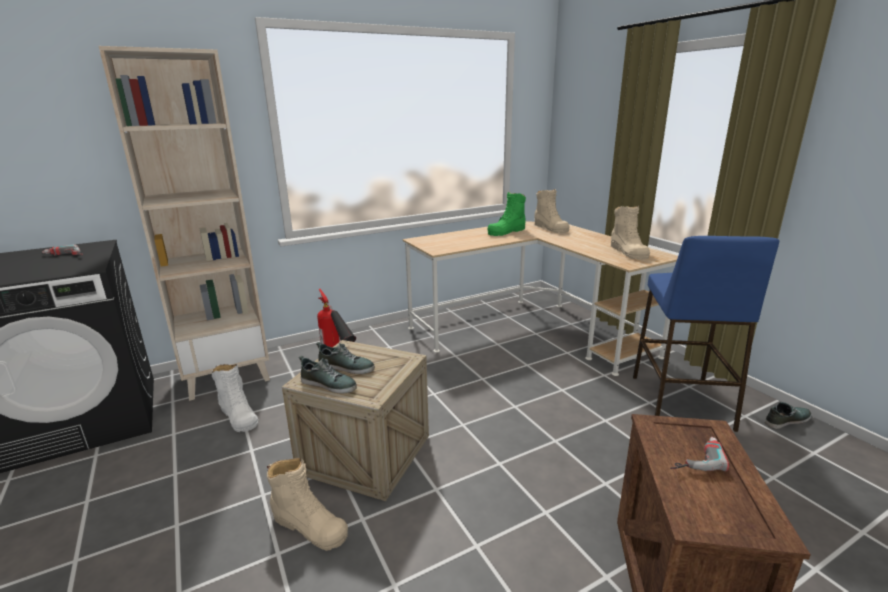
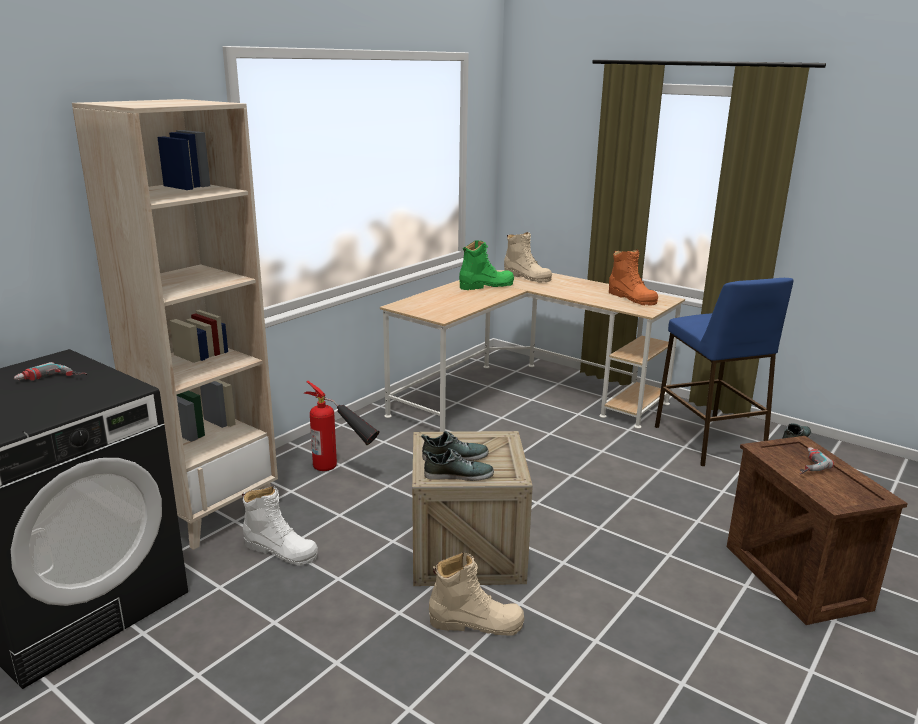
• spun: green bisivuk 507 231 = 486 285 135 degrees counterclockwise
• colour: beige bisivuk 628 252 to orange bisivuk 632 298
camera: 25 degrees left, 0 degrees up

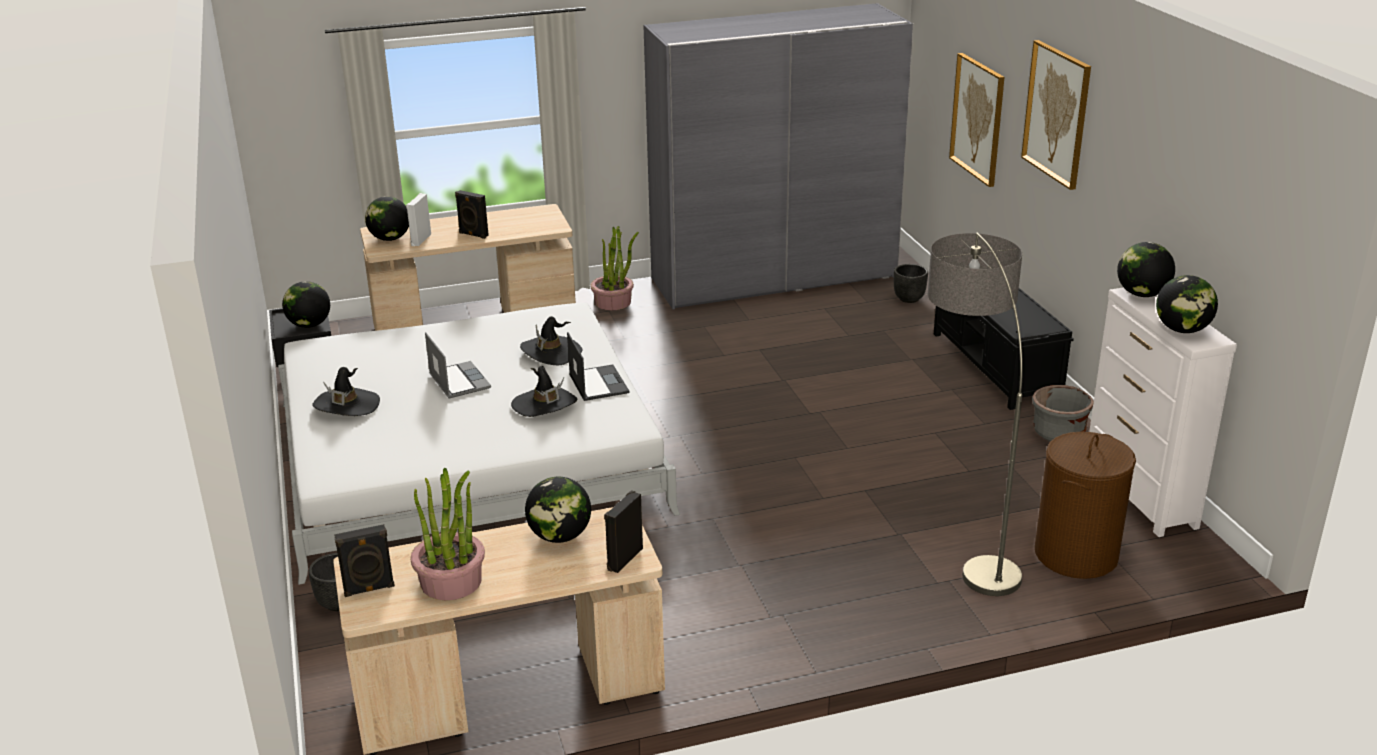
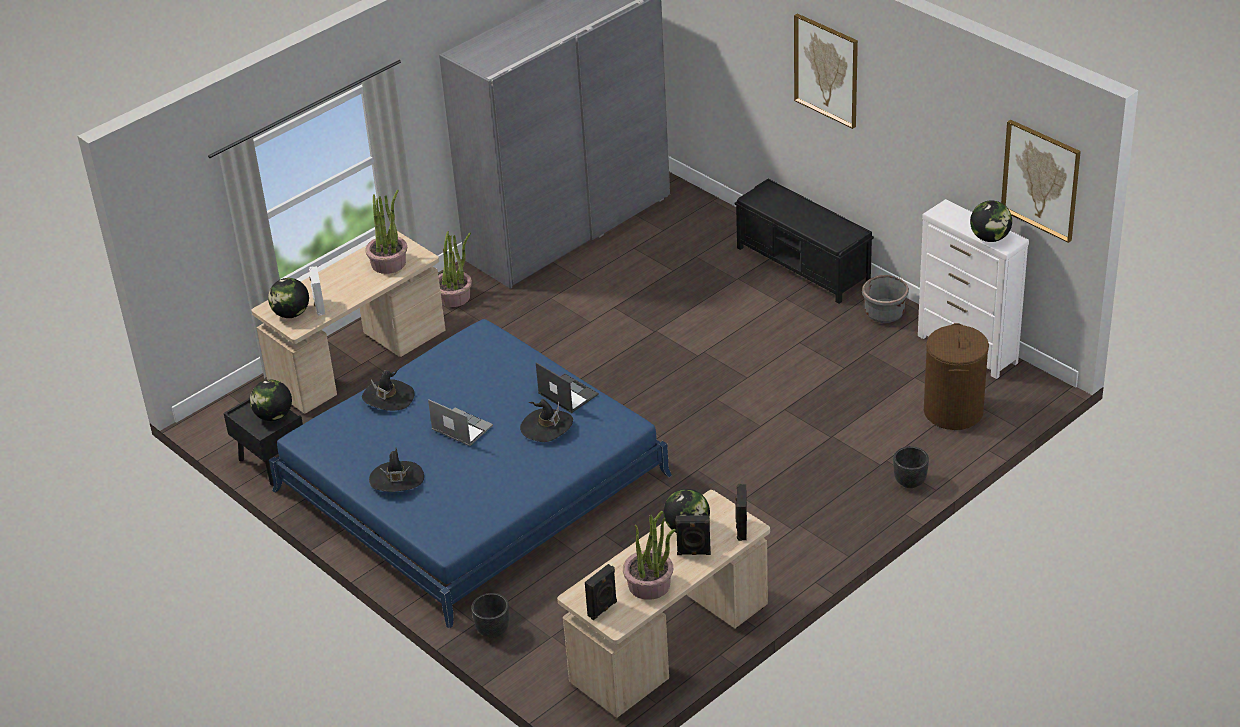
• colour: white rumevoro 468 456 to blue rumevoro 472 483
• relocated: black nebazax 551 352 to 388 397
• appeared: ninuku 388 263
• relocated: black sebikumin 473 235 to 694 553
• relocated: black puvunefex 908 299 to 909 482
• relocated: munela 978 119 to 1041 180
• missing: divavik 964 538
• missing: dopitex 1142 294
camera: 25 degrees left, 10 degrees up

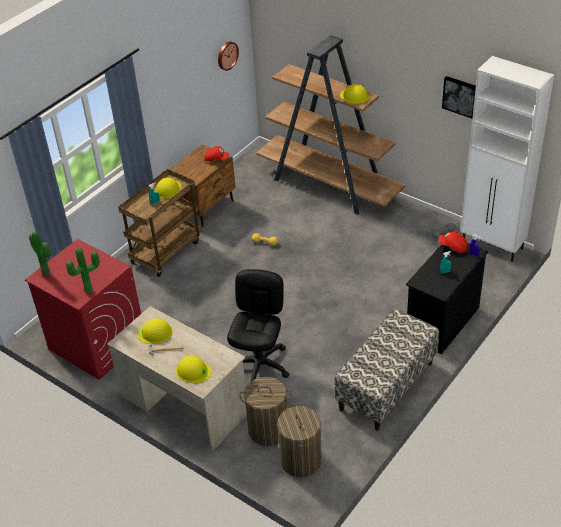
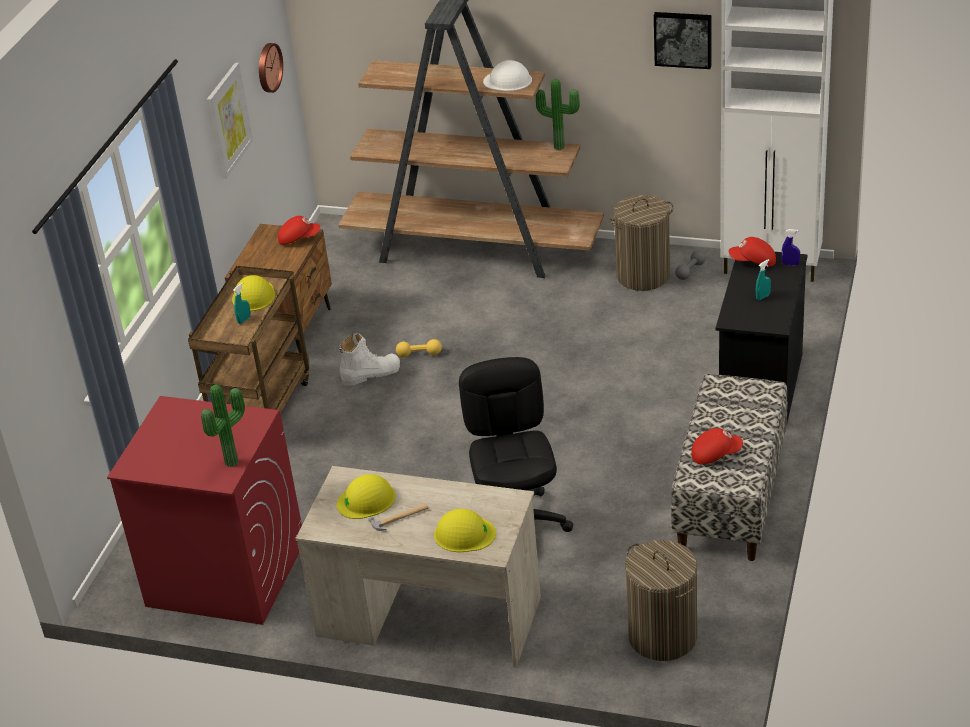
• appeared: munela 228 120
• appeared: white bisivuk 371 374
• colour: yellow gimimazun 354 96 to white gimimazun 508 81
• relocated: ninuku 47 273 to 560 146
• relocated: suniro 268 430 to 643 275
• appeared: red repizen 715 454
camera: 20 degrees left, 5 degrees down

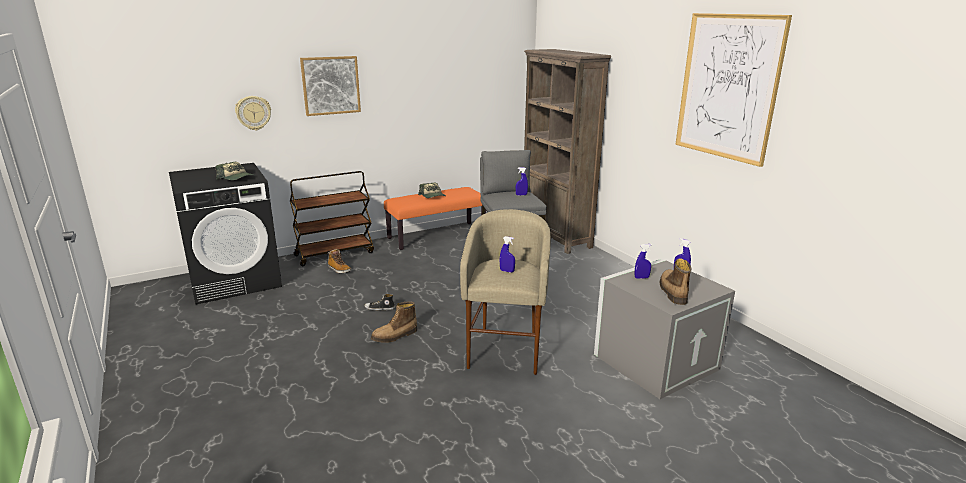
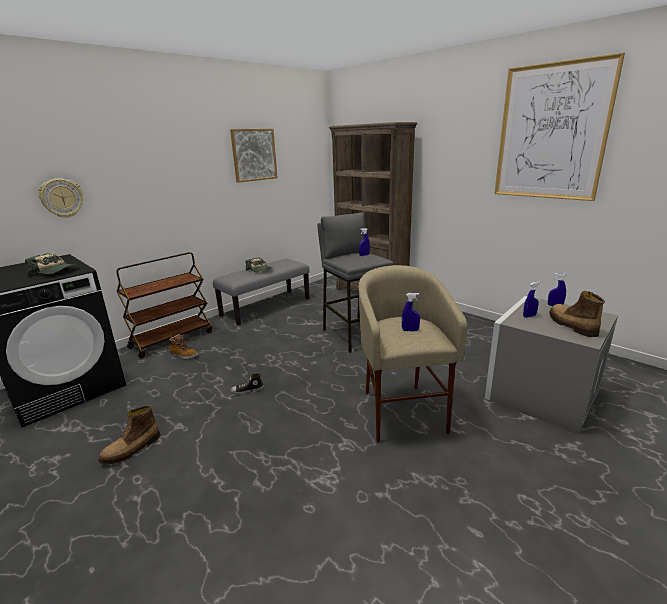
• relocated: bisivuk 395 336 to 132 450
• colour: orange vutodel 437 235 to grey vutodel 266 307
• relocated: munela 330 85 to 254 155
camera: 15 degrees left, 0 degrees up

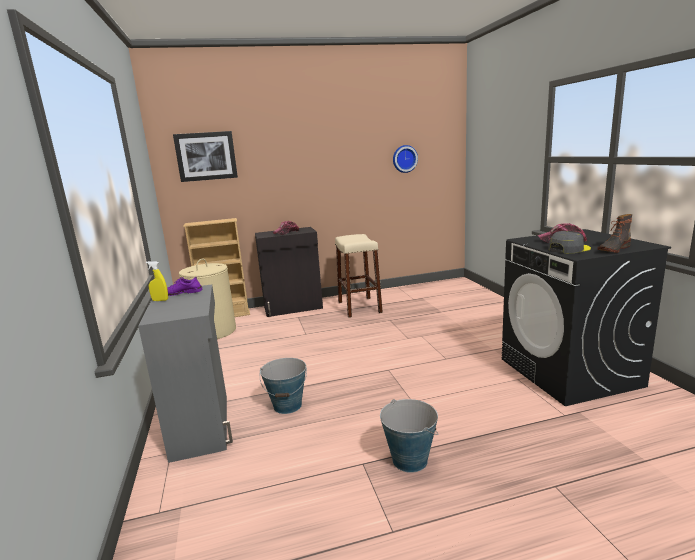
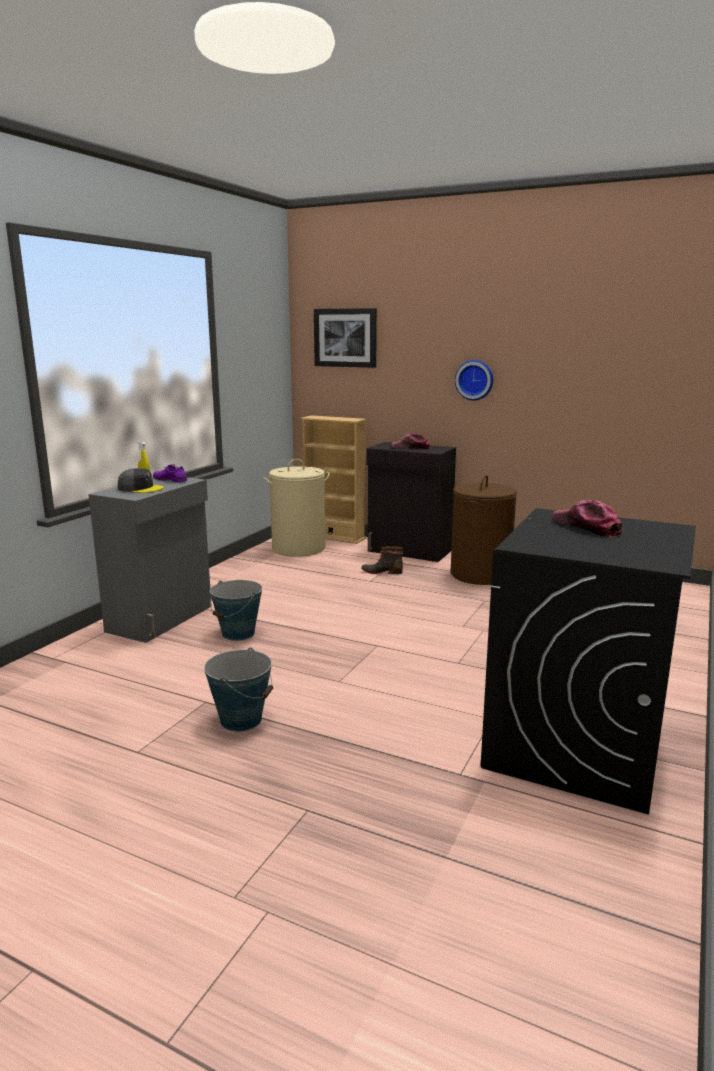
• relocated: grey repizen 568 249 to 140 488
• relocated: bisivuk 613 249 to 382 571
• exchanged: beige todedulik 359 307 to brown suniro 480 574
• relocated: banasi 404 159 to 475 380
camera: 40 degrees right, 0 degrees up

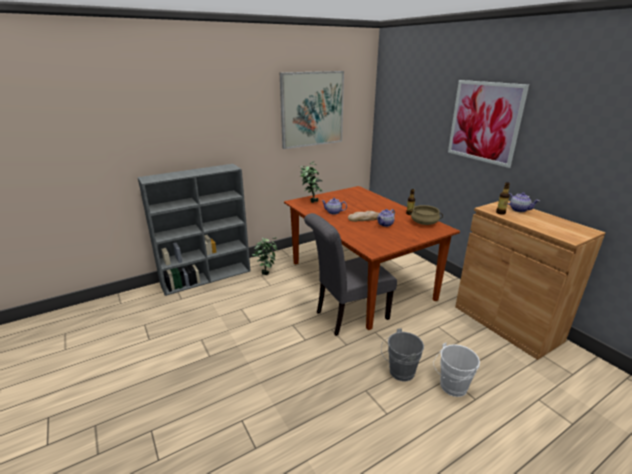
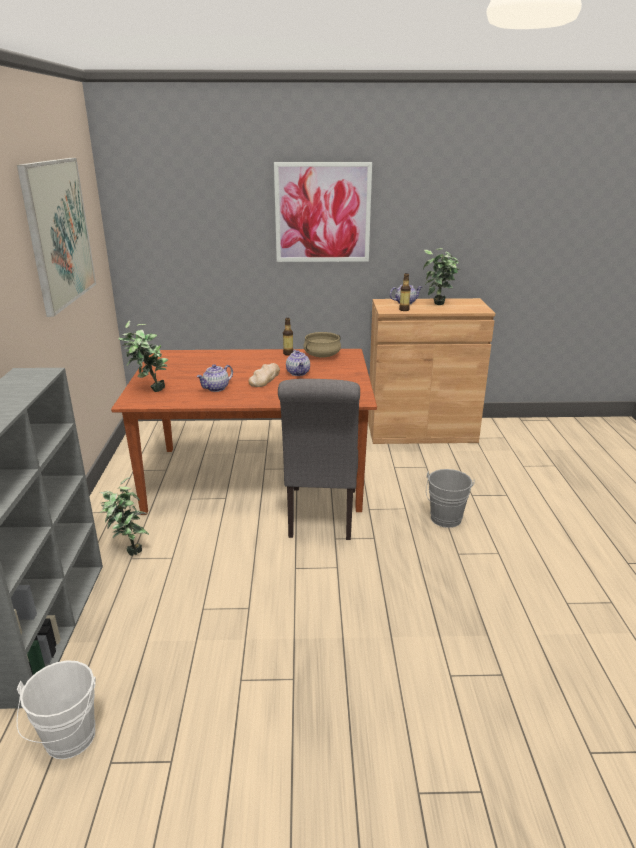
• relocated: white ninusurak 451 387 to 68 742
• appeared: ninuku 438 306
camera: 60 degrees left, 0 degrees up

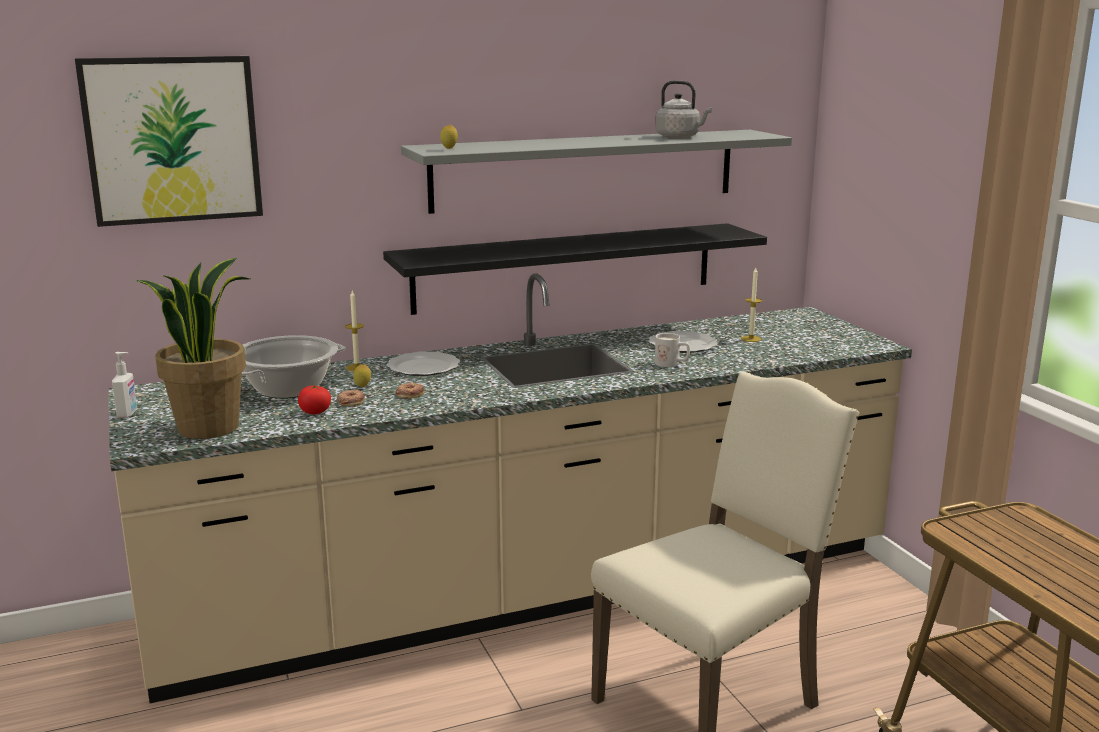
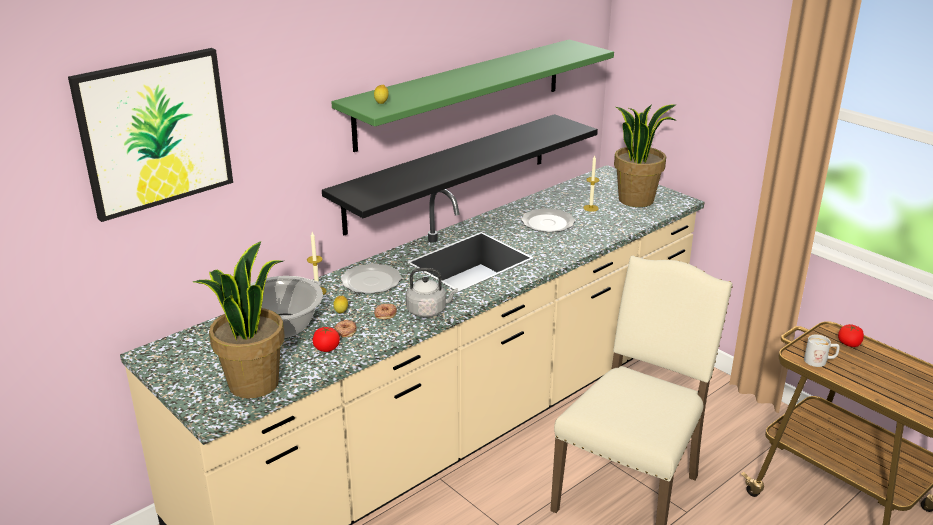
• colour: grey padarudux 586 170 to green padarudux 461 93
• relocated: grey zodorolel 679 137 to 429 311
• appeared: ninuku 636 199
• relocated: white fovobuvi 672 364 to 820 361
• appeared: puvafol 849 344
• missing: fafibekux 128 414
camera: 20 degrees left, 10 degrees up

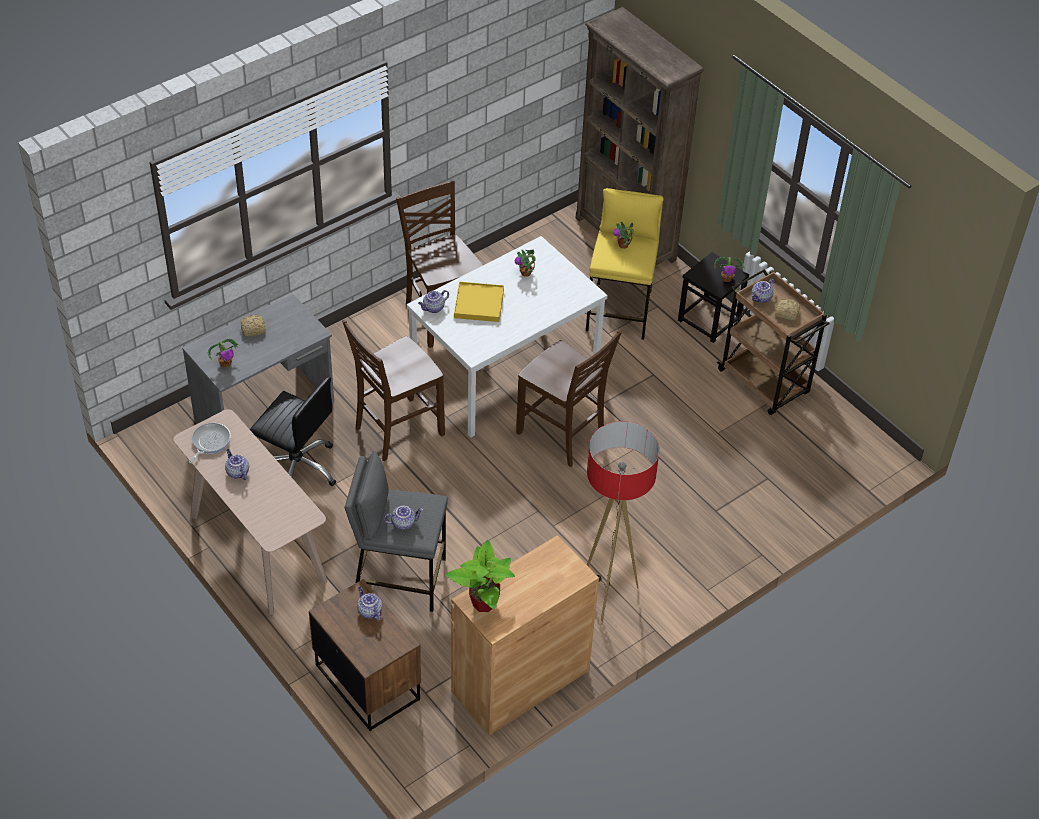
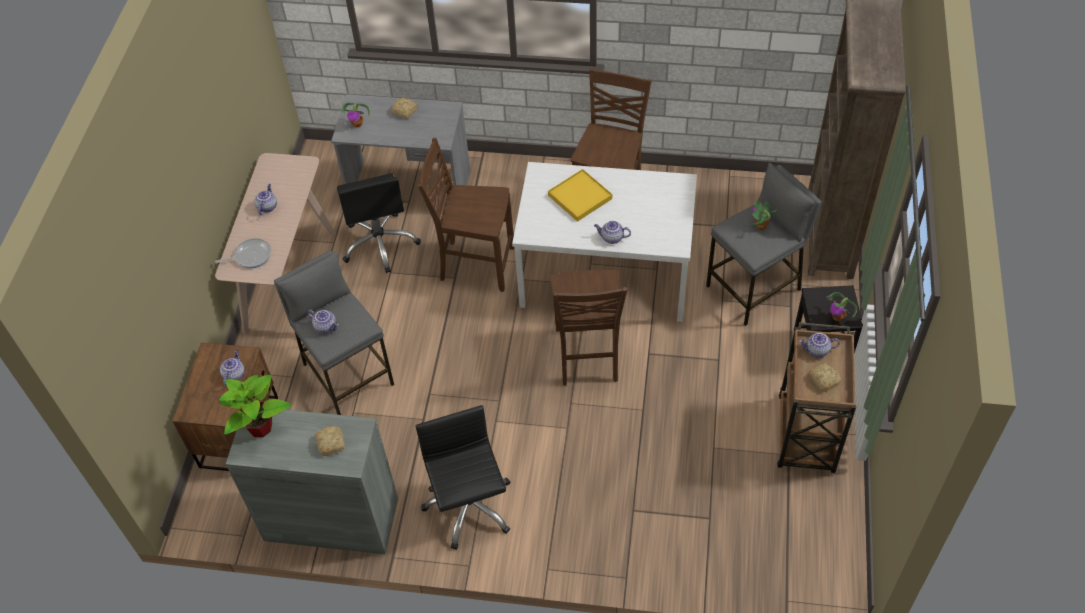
• relocated: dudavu 209 442 to 250 256
• colour: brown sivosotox 520 681 to grey sivosotox 331 519
• appeared: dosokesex 331 443
• exchanged: divavik 607 594 to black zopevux 469 507
• relocated: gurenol 433 308 to 611 238
• colour: yellow todedulik 620 310 to grey todedulik 754 288
• missing: ninuku 526 273
camera: 50 degrees right, 5 degrees up

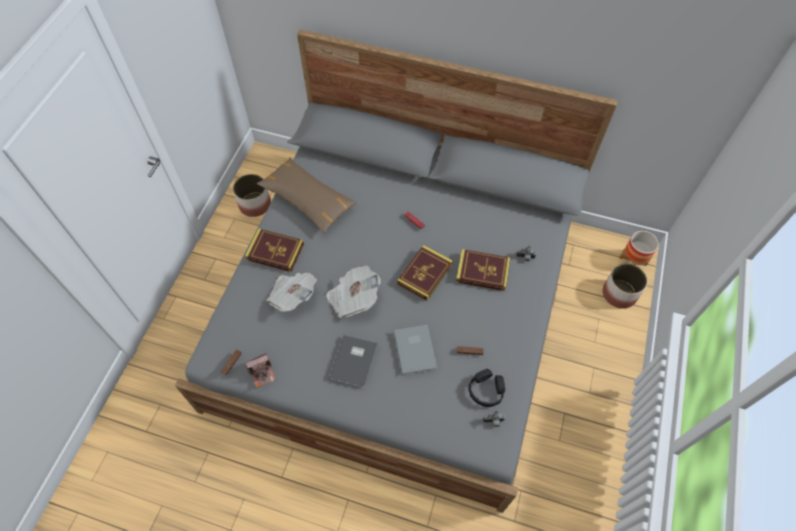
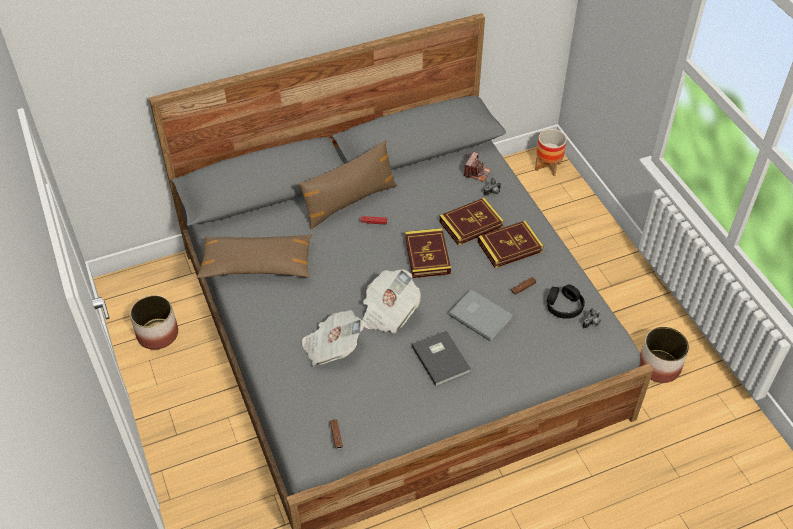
• appeared: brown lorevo 349 201
• relocated: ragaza 262 373 to 476 172
• relocated: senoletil 275 252 to 510 247
• relocated: puvunefex 619 293 to 658 366
camera: 40 degrees left, 10 degrees down

